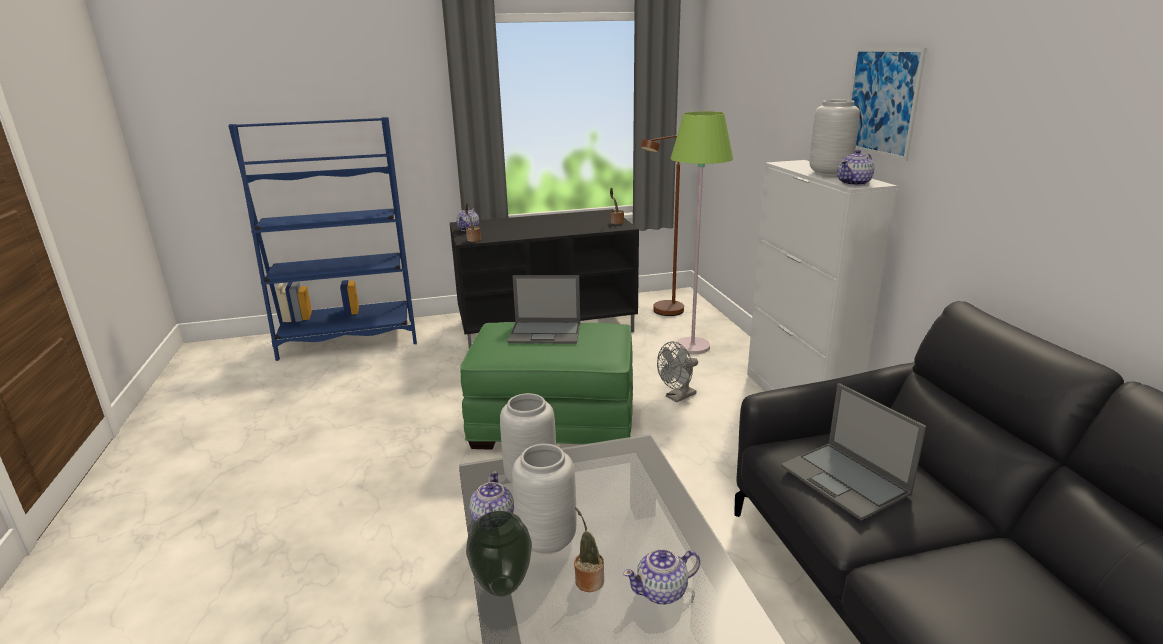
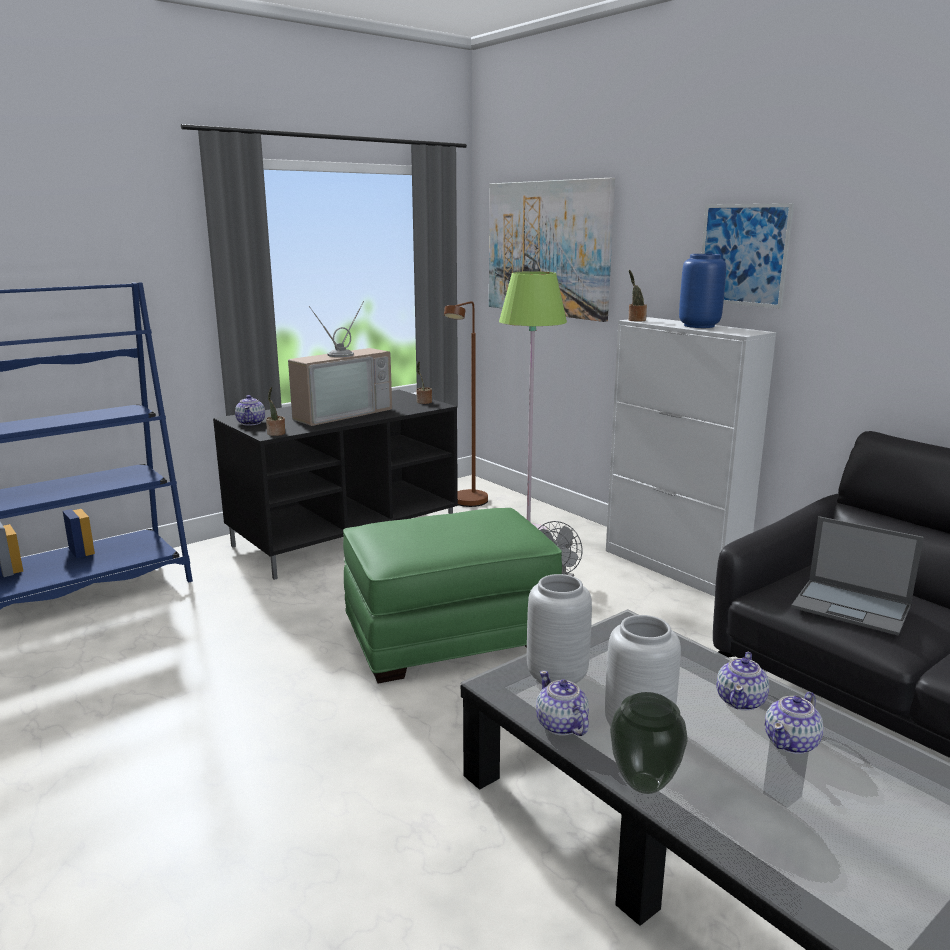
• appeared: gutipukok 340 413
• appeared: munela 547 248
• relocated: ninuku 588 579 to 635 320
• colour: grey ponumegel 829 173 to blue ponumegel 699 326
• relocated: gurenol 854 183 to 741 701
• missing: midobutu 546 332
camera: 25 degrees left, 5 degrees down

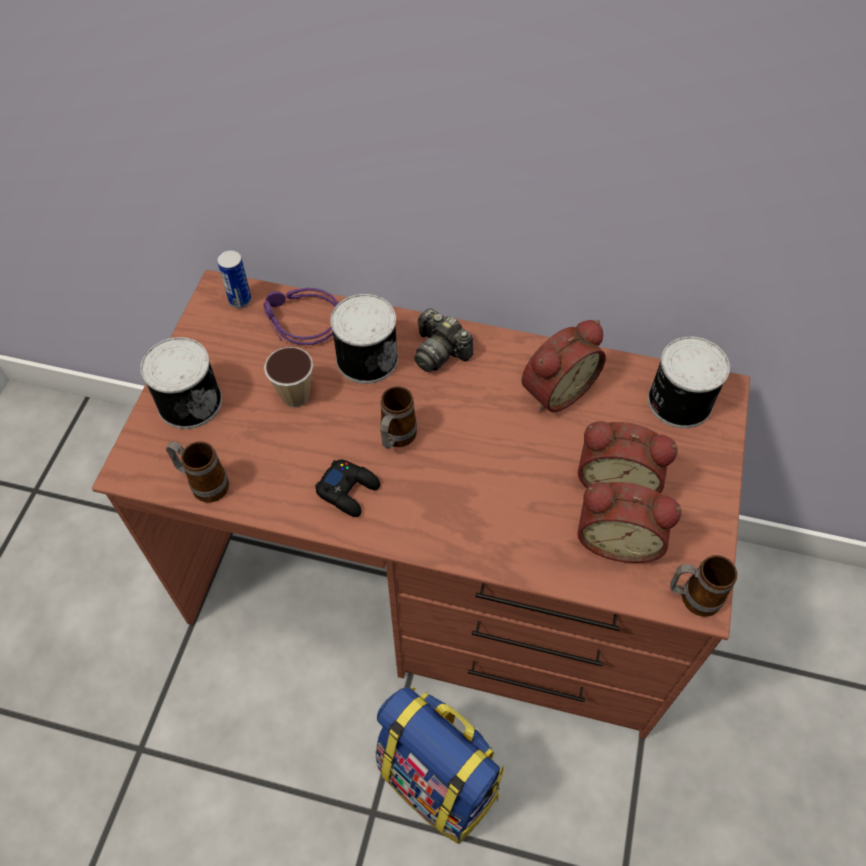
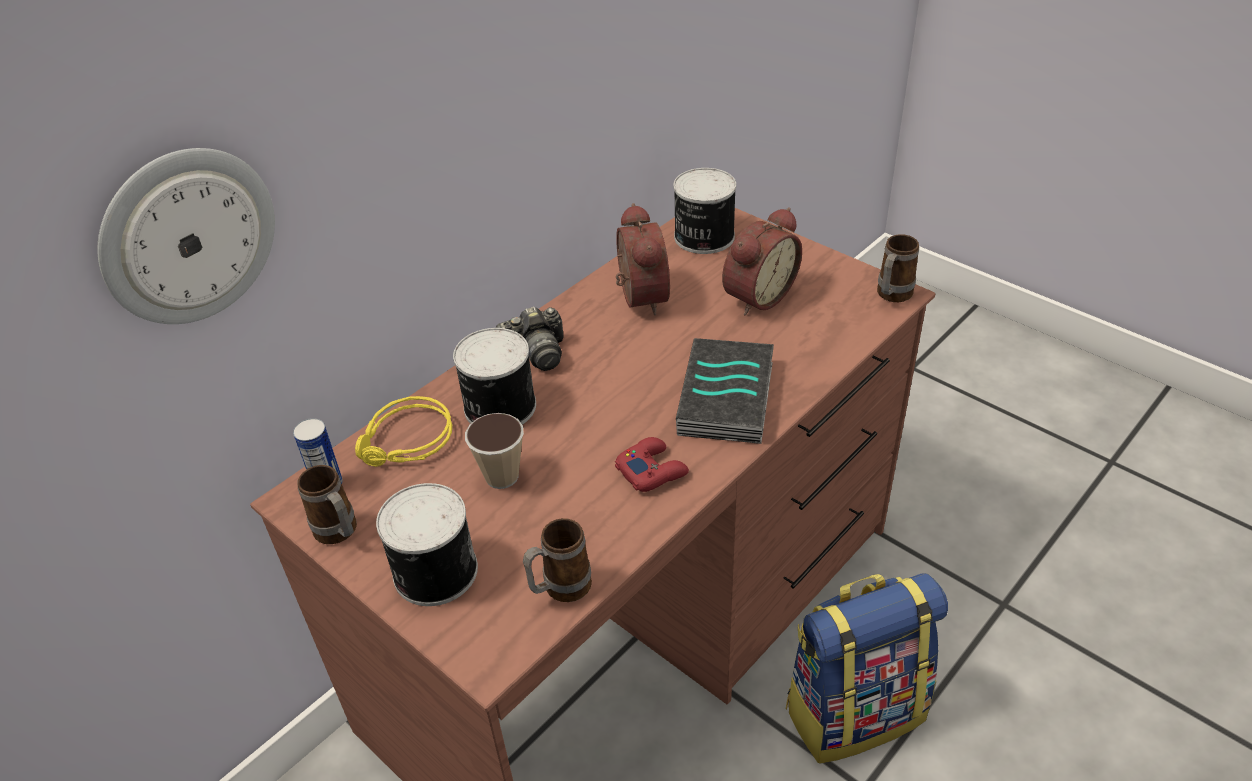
• appeared: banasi 187 236
• relocated: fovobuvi 395 439 to 339 534
• colour: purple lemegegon 301 322 to yellow lemegegon 406 442
• colour: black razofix 348 490 to red razofix 651 470
• appeared: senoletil 728 399
• missing: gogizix 618 537
camera: 60 degrees left, 15 degrees down

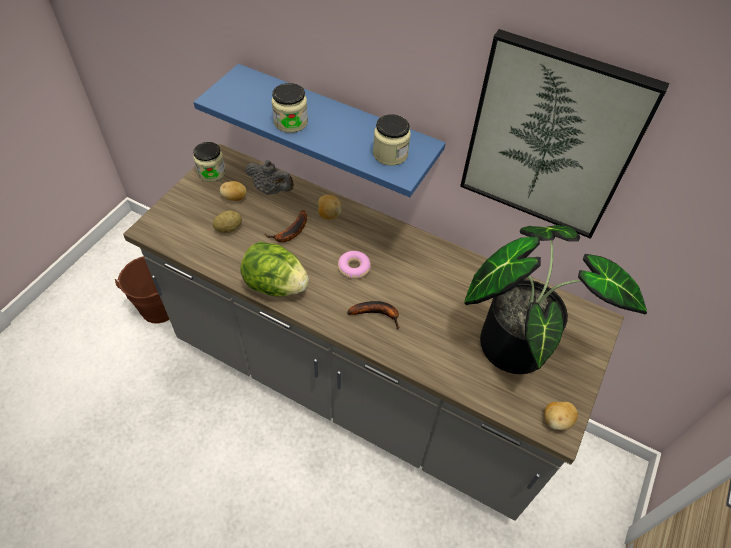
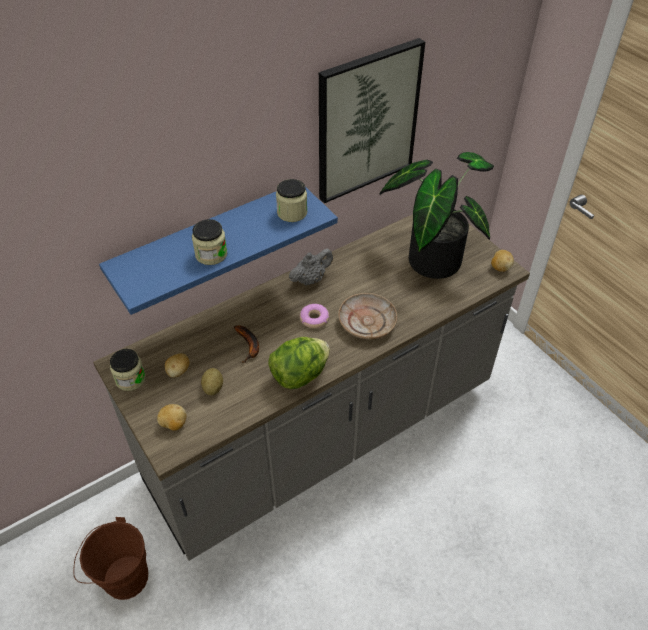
• relocated: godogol 328 214 to 173 424
• relocated: grey gurenol 271 190 to 311 279
• exchanged: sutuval 377 314 to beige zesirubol 367 322
camera: 60 degrees left, 5 degrees down

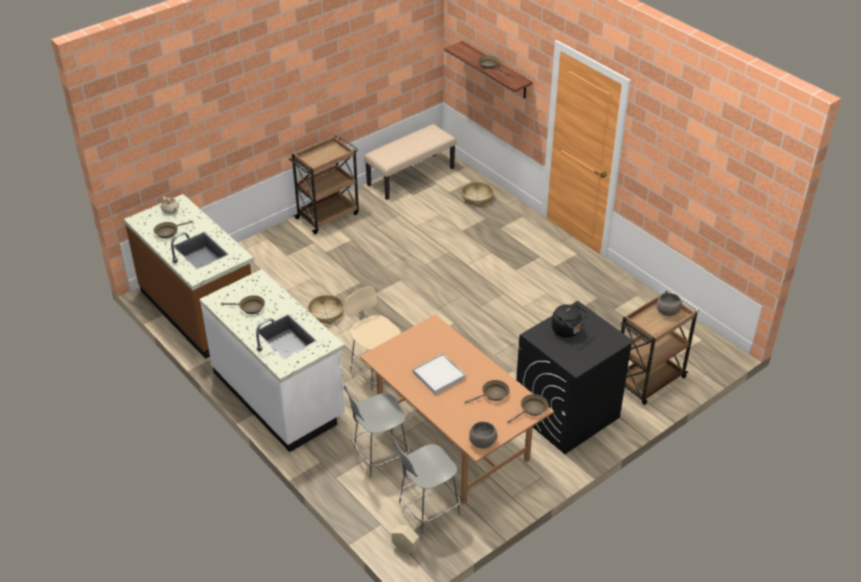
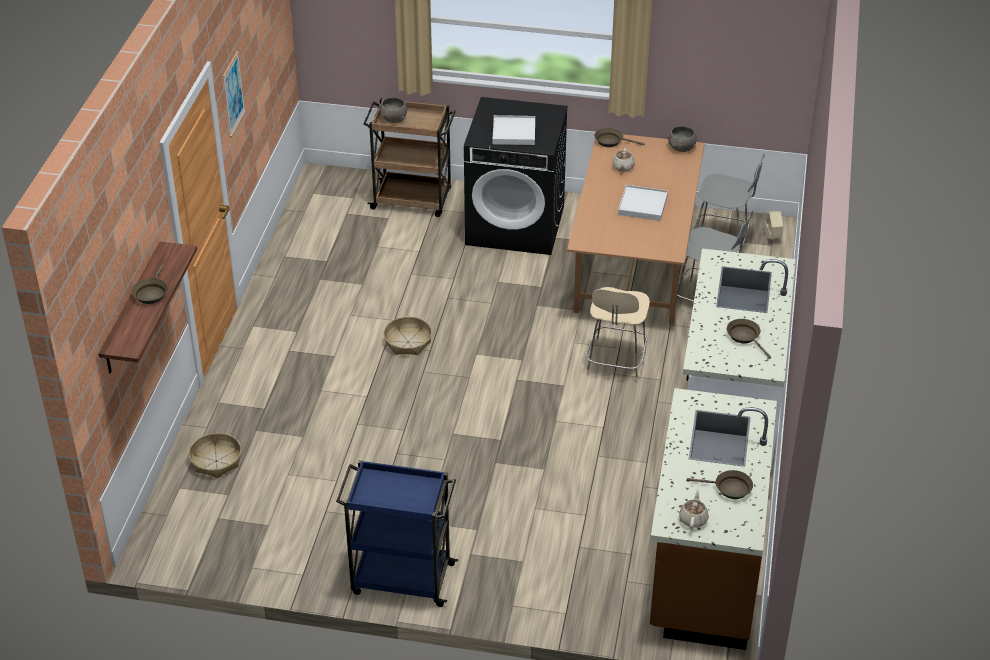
• appeared: munela 233 94
• colour: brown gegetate 328 215 to blue gegetate 400 578
• relocated: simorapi 326 314 to 408 342
• exchanged: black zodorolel 567 331 to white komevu 514 132
• exchanged: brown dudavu 493 394 to beige gurenol 623 167
• missing: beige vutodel 410 176
camera: 130 degrees left, 0 degrees up

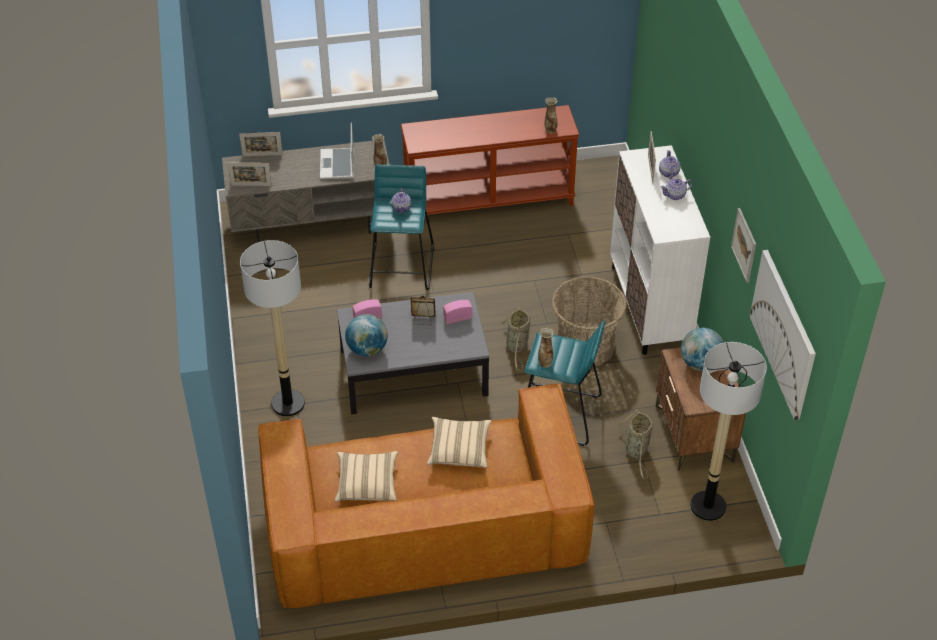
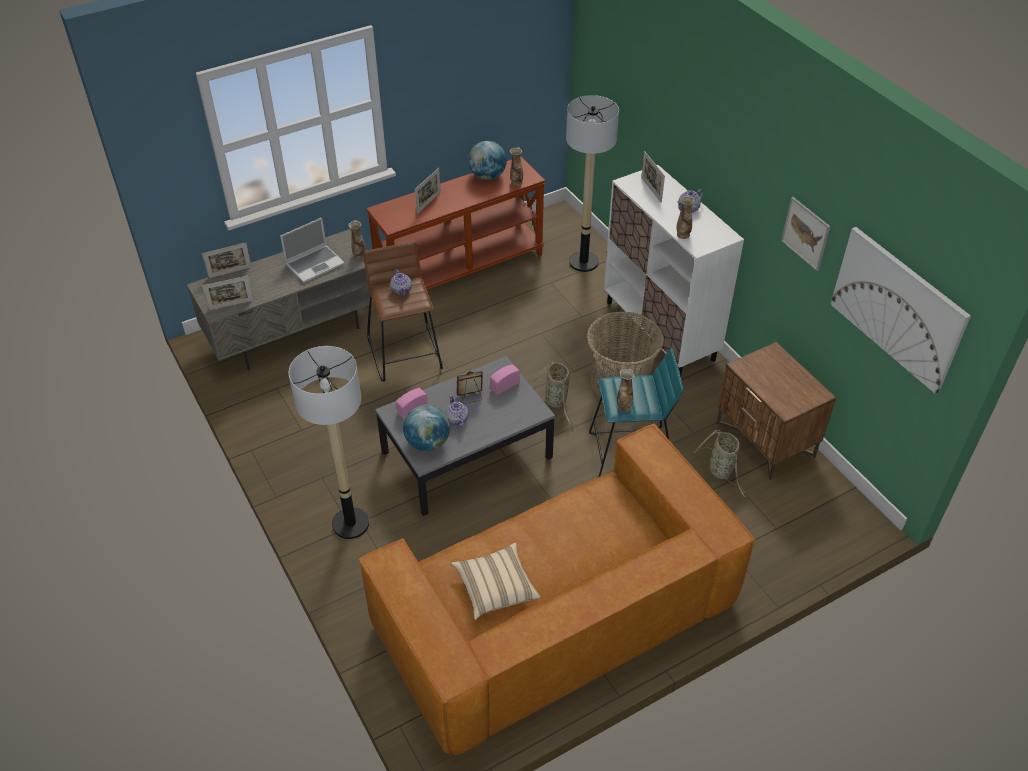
• spun: midobutu 338 165 = 315 264 105 degrees counterclockwise
• colour: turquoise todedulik 402 267 to brown todedulik 406 353
• appeared: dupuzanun 428 203
• relocated: gurenol 668 173 to 457 419
• relocated: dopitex 700 363 to 487 176
• relocated: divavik 708 506 to 583 262
• appeared: ponumegel 683 235
• missing: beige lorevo 459 450
camera: 20 degrees left, 0 degrees up

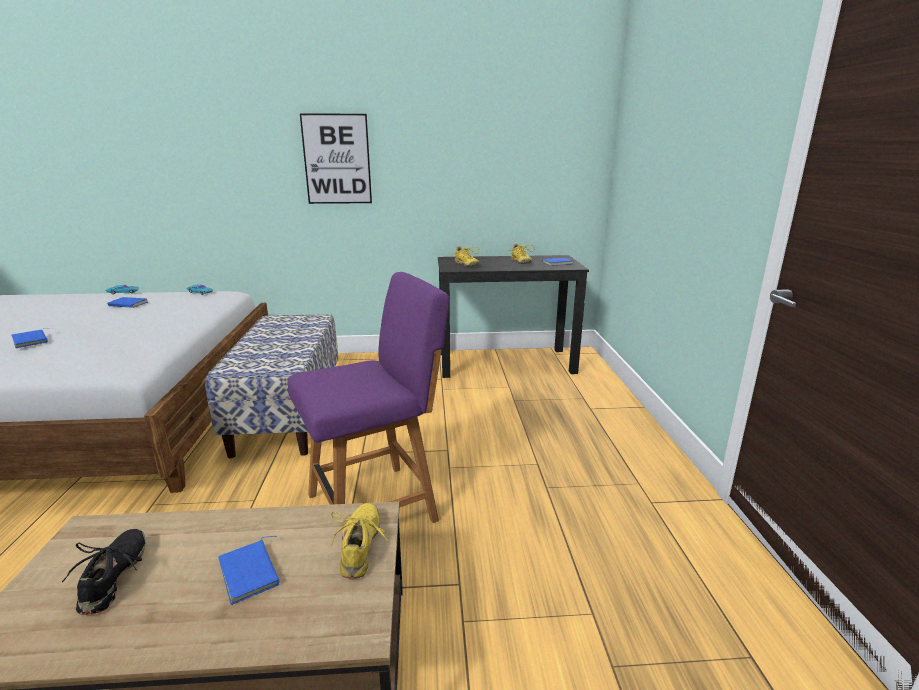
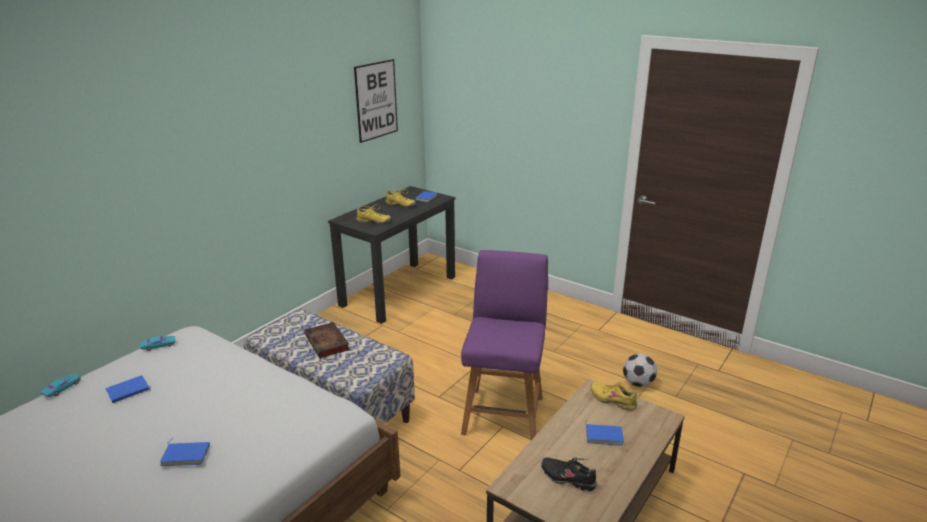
• appeared: senoletil 328 343
• relocated: munela 337 159 to 376 100
• appeared: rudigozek 638 383
camera: 50 degrees left, 5 degrees up

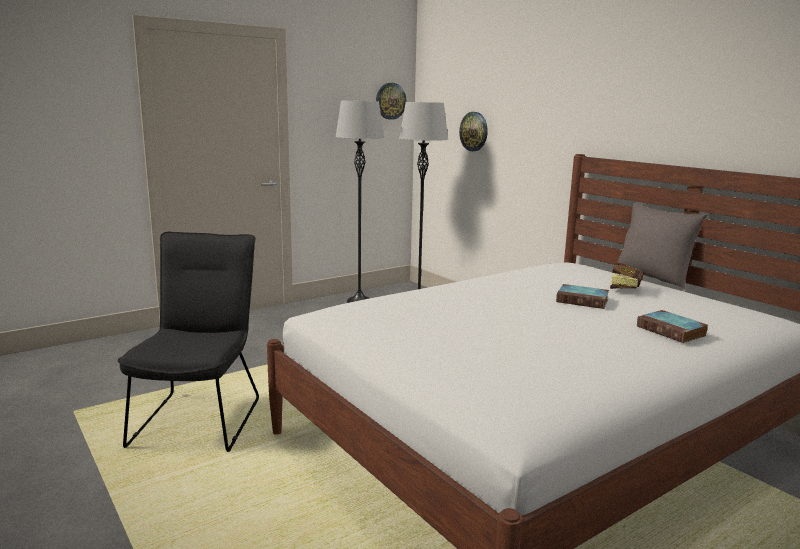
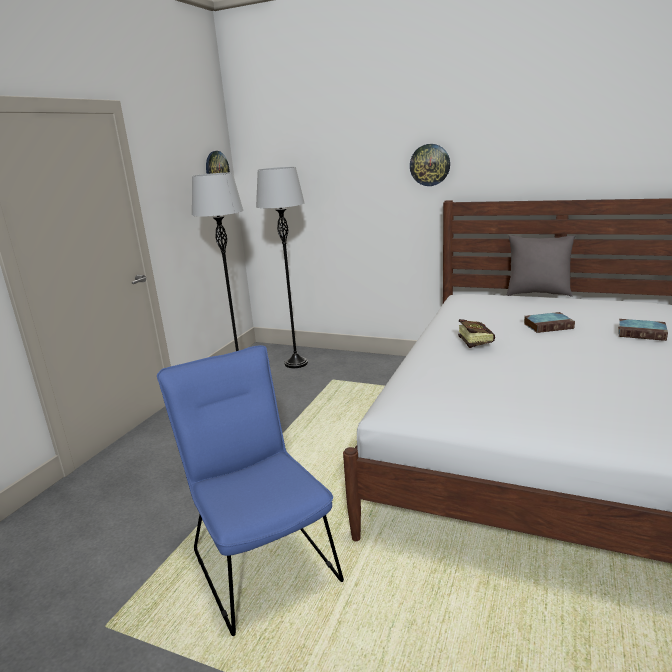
• colour: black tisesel 201 417 to blue tisesel 261 558
• relocated: banasi 474 131 to 430 165
• relocated: senoletil 625 288 to 473 342
camera: 30 degrees left, 5 degrees up

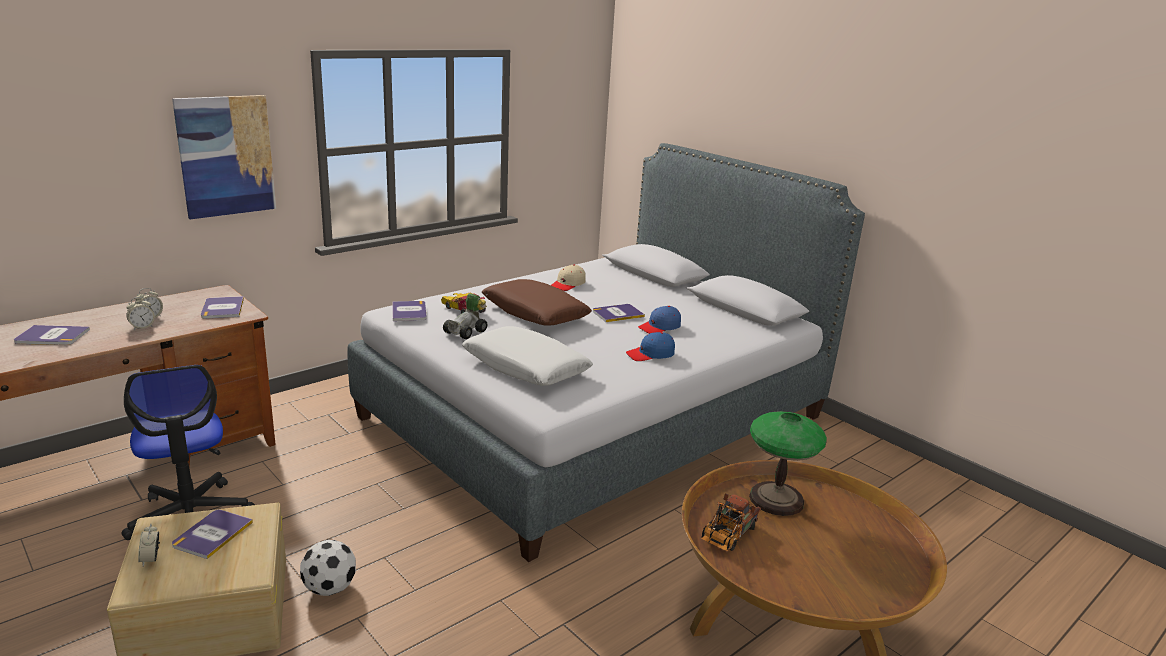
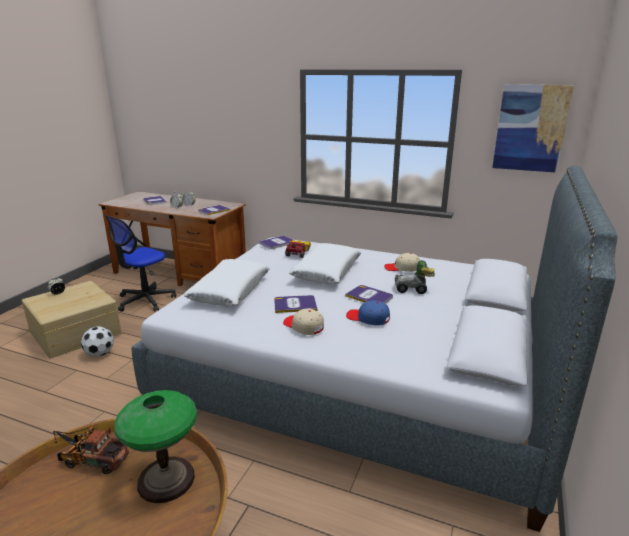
• relocated: senoletil 212 534 to 295 305
• colour: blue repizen 650 354 to beige repizen 303 326
• colour: brown lorevo 535 313 to white lorevo 326 271
• relocated: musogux 467 331 to 413 289
• relocated: munela 226 156 to 530 128
camera: 65 degrees right, 0 degrees up

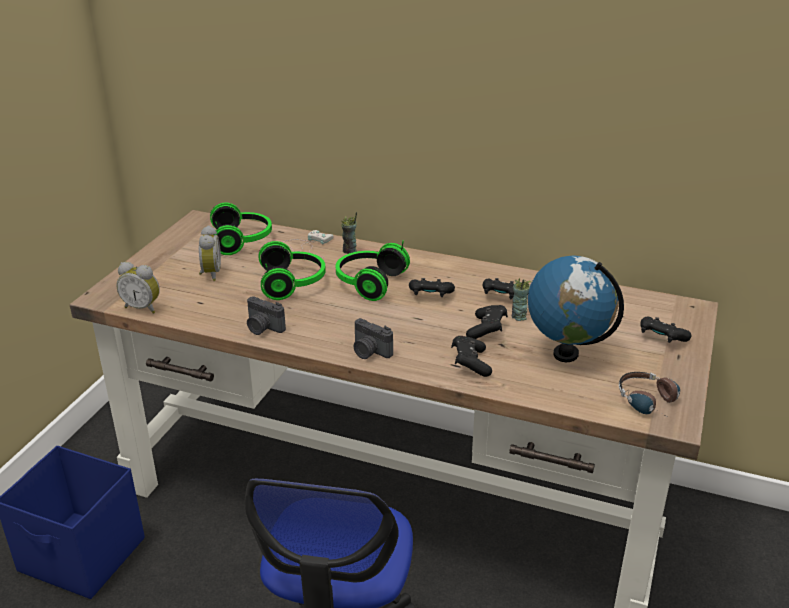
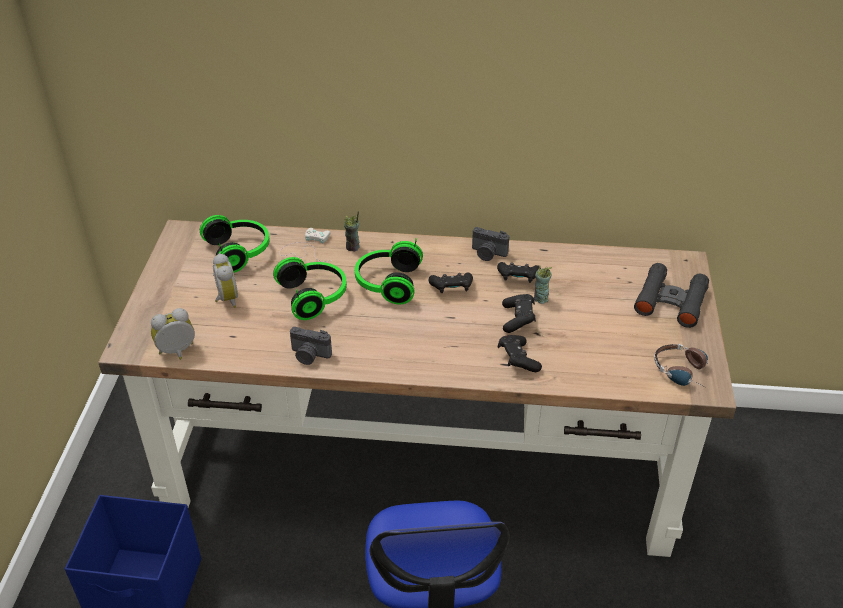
• spun: gogizix 143 307 = 177 352 150 degrees clockwise
• relocated: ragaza 369 352 to 488 254
• exchanged: black razofix 661 338 to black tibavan 671 301
• missing: dopitex 566 354
camera: 15 degrees left, 10 degrees up

